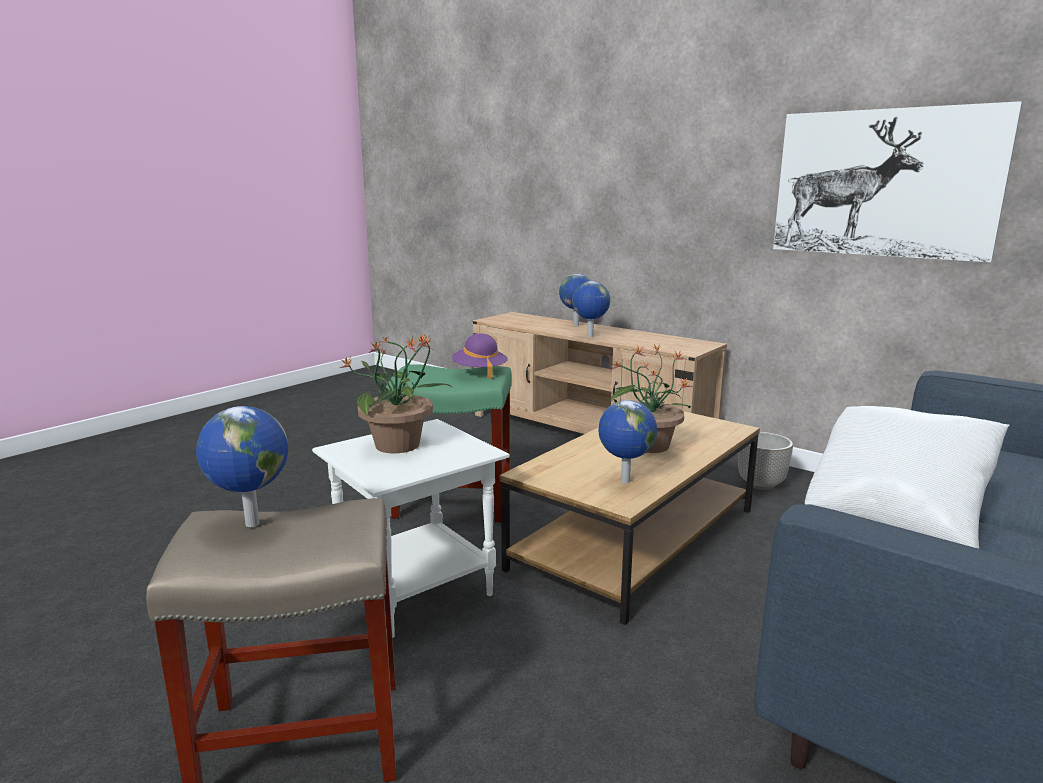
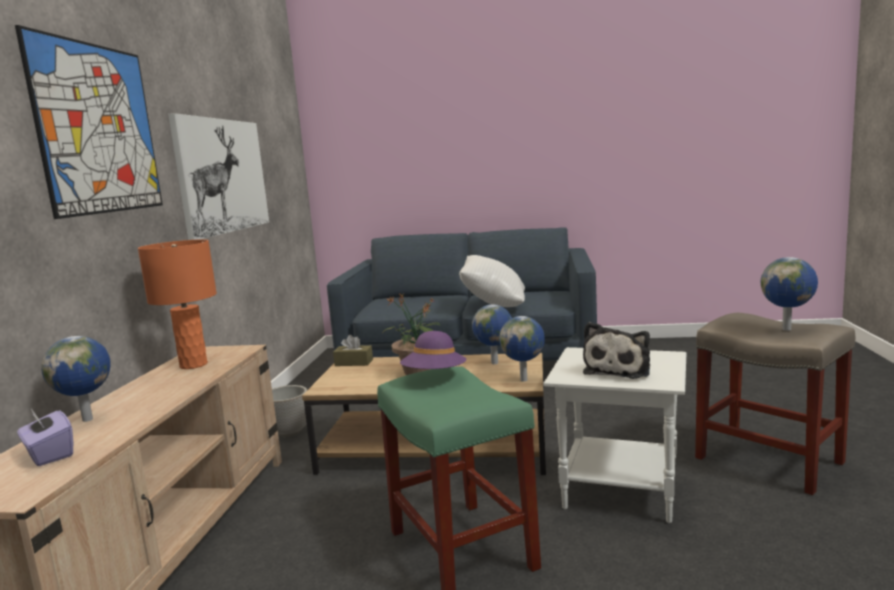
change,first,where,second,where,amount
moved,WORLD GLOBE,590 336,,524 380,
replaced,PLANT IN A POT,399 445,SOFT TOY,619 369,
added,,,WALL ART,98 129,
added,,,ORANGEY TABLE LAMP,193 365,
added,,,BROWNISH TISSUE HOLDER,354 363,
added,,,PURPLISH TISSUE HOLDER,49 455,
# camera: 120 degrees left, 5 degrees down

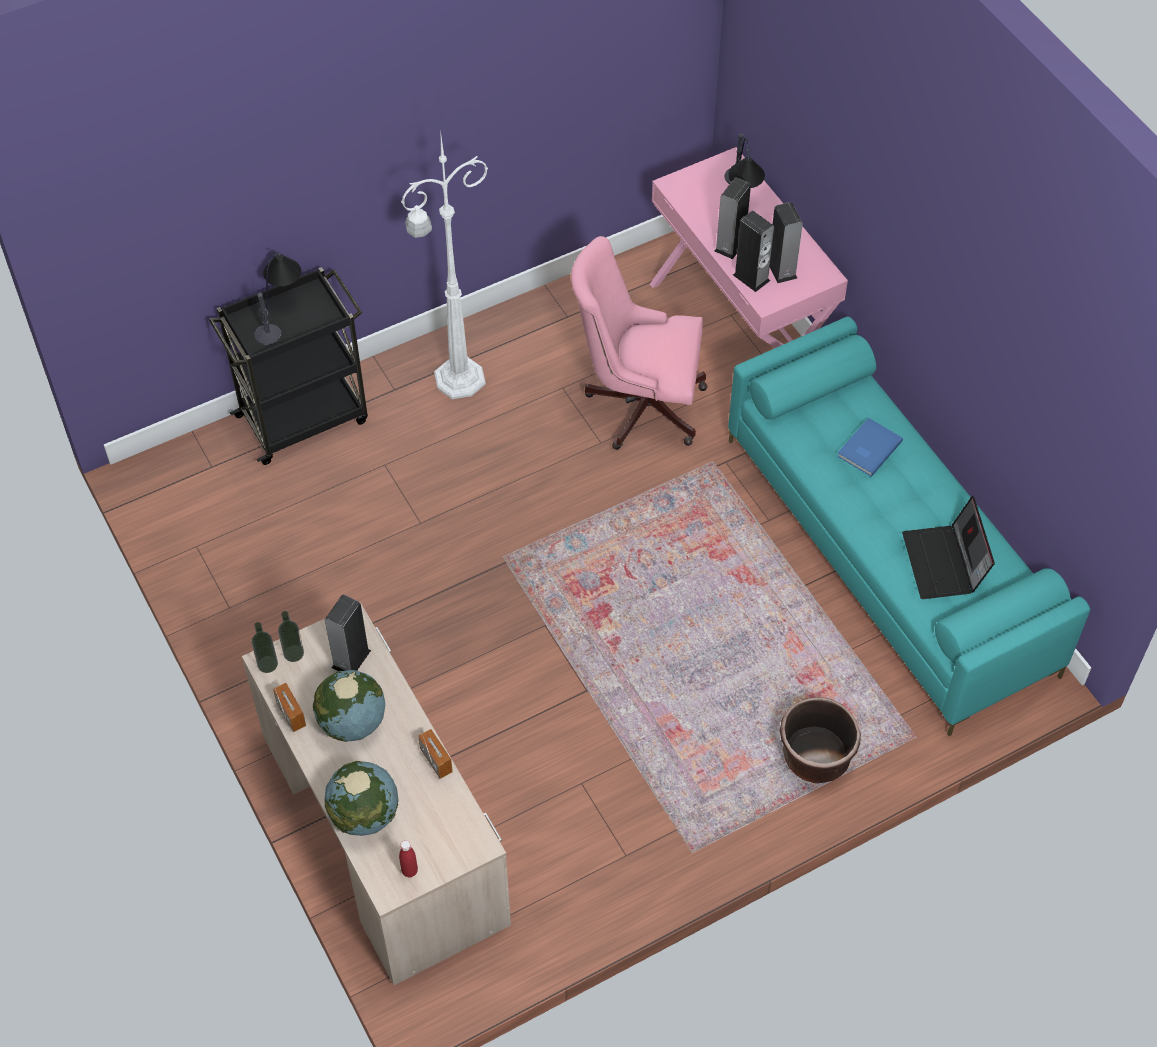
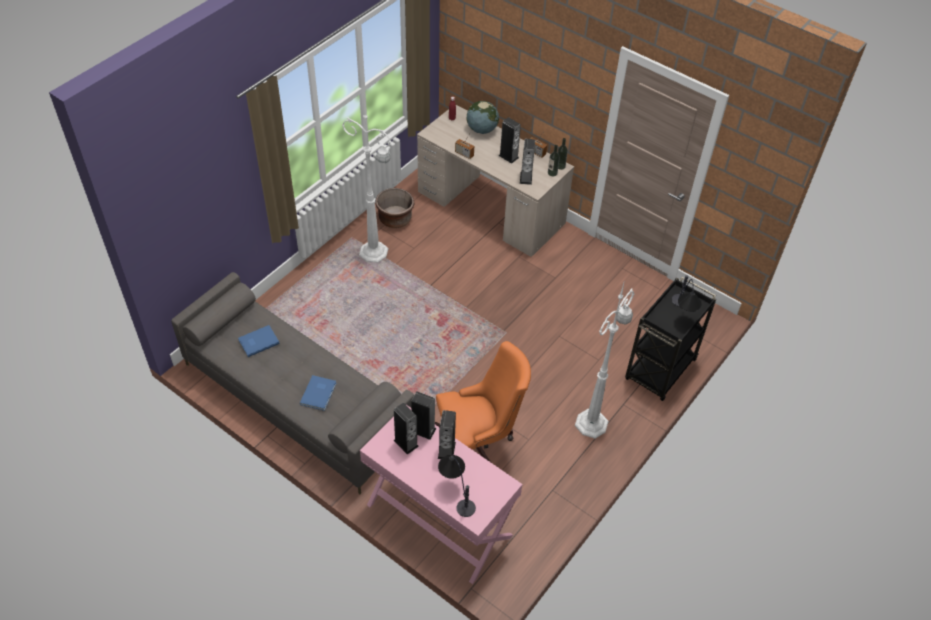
change,first,where,second,where,amount
recoloured,PINKISH DESK CHAIR,638 404,ORANGEY DESK CHAIR,478 444,
recoloured,TURQUOISE SOFA,890 555,GRAY SOFA,296 401,
replaced,PORTABLE COMPUTER,944 564,BLUE BOUND BOOK,258 341,
replaced,WORLD GLOBE,352 723,LOUDSPEAKER,508 156,
moved,BROWNISH PLANTER,815 756,,395 219,
added,,,WHITE FLOOR LAMP,375 253,
# camera: 155 degrees right, 5 degrees down

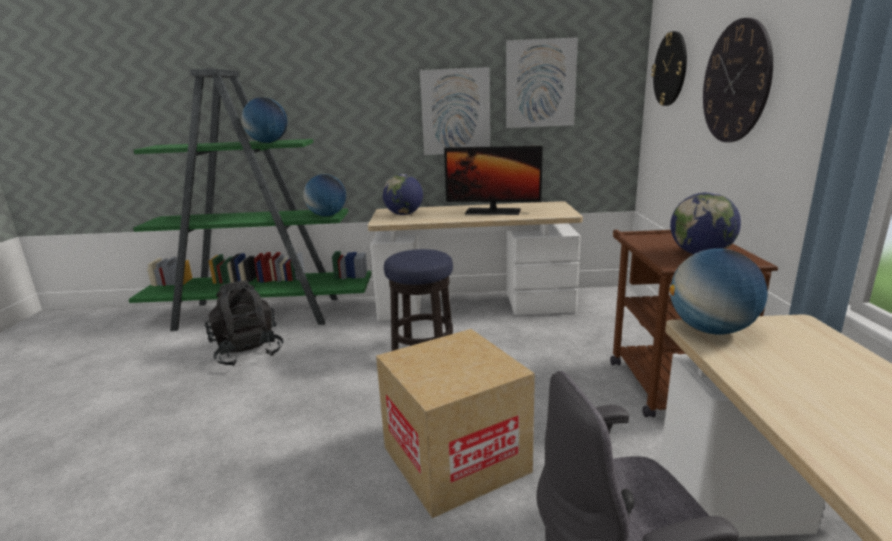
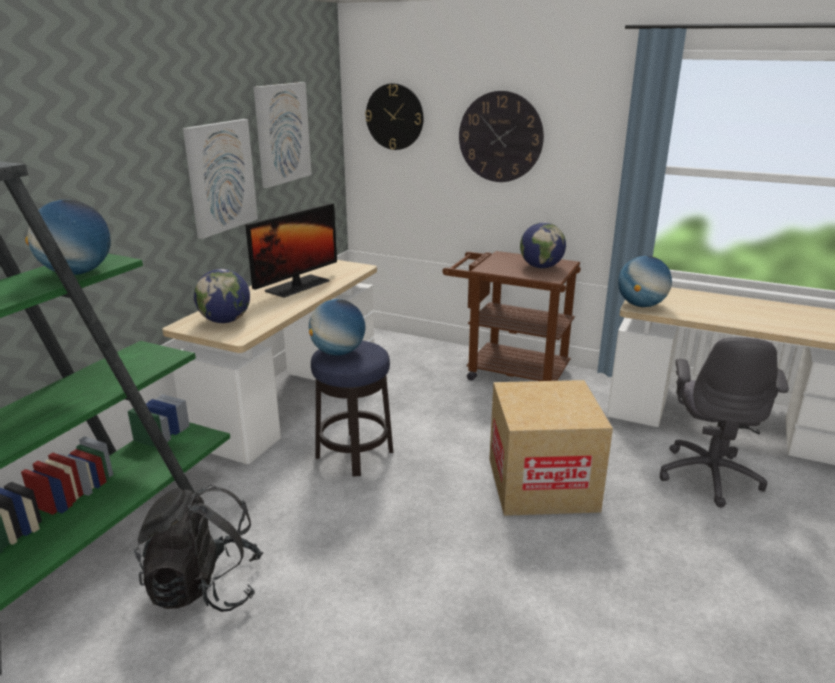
change,first,where,second,where,amount
moved,WORLD GLOBE,327 215,,338 352,
# camera: 65 degrees left, 5 degrees up

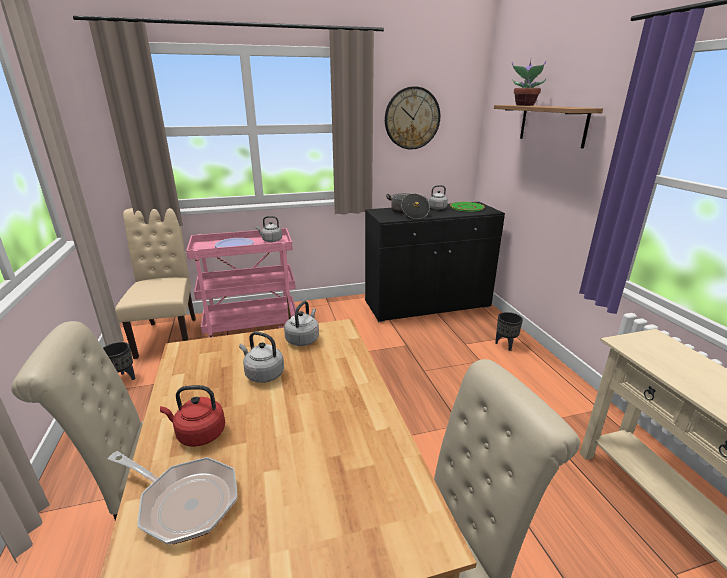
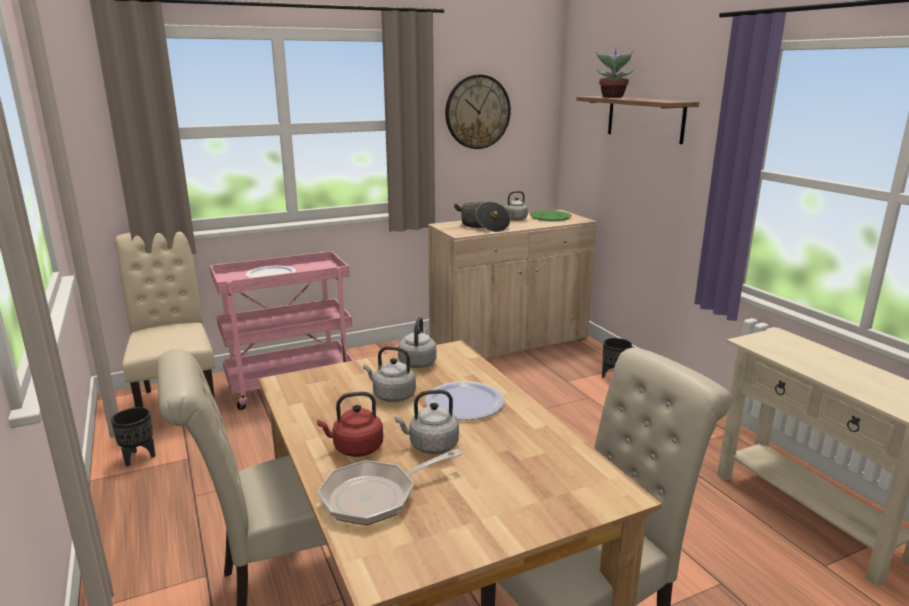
change,first,where,second,where,amount
recoloured,BLACK-COLOURED STORAGE CABINET,427 305,BEIGE-COLOURED STORAGE CABINET,509 342,
moved,GRAY WATER KETTLE,271 240,,431 446,
turned,SKILLET,184 501,,376 496,135 degrees clockwise
added,,,DINNER PLATE,464 402,
# camera: 10 degrees left, 5 degrees down

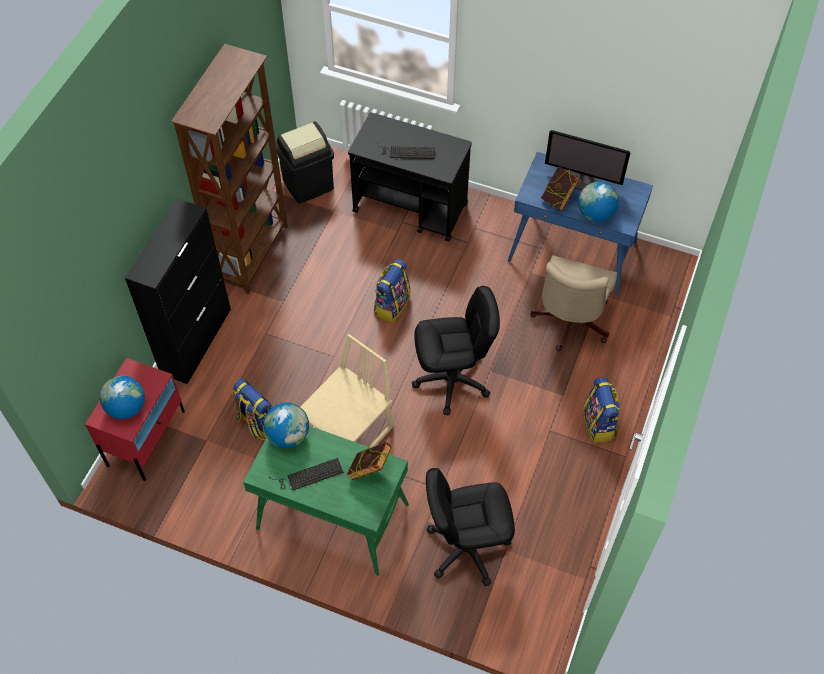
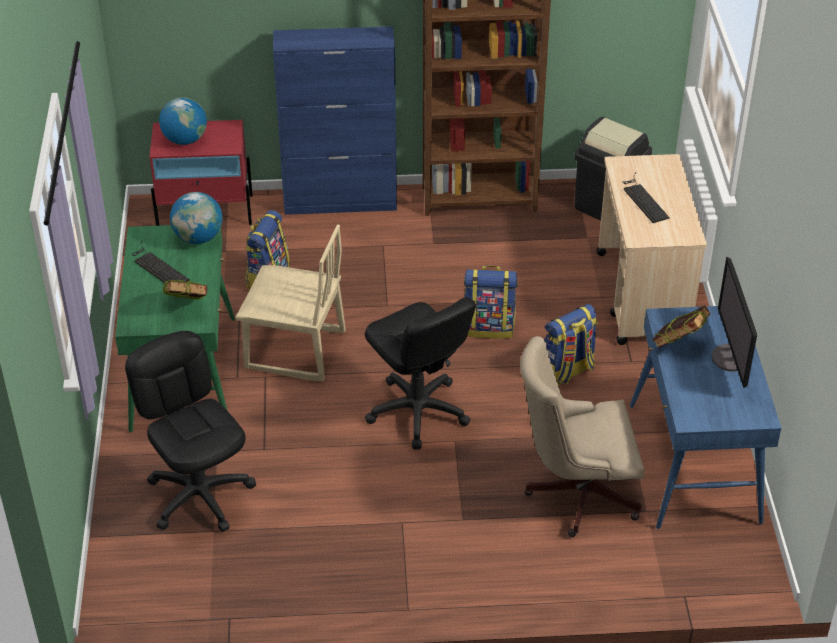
change,first,where,second,where,amount
recoloured,BLACK-COLOURED TROLLEY,411 208,BEIGE-COLOURED TROLLEY,643 297,
removed,WORLD GLOBE,595 214,,,
recoloured,BLACK-COLOURED STORAGE CABINET,196 340,BLUE STORAGE CABINET,341 201,
moved,KNAPSACK,599 424,,567 371,
# camera: 65 degrees right, 15 degrees down

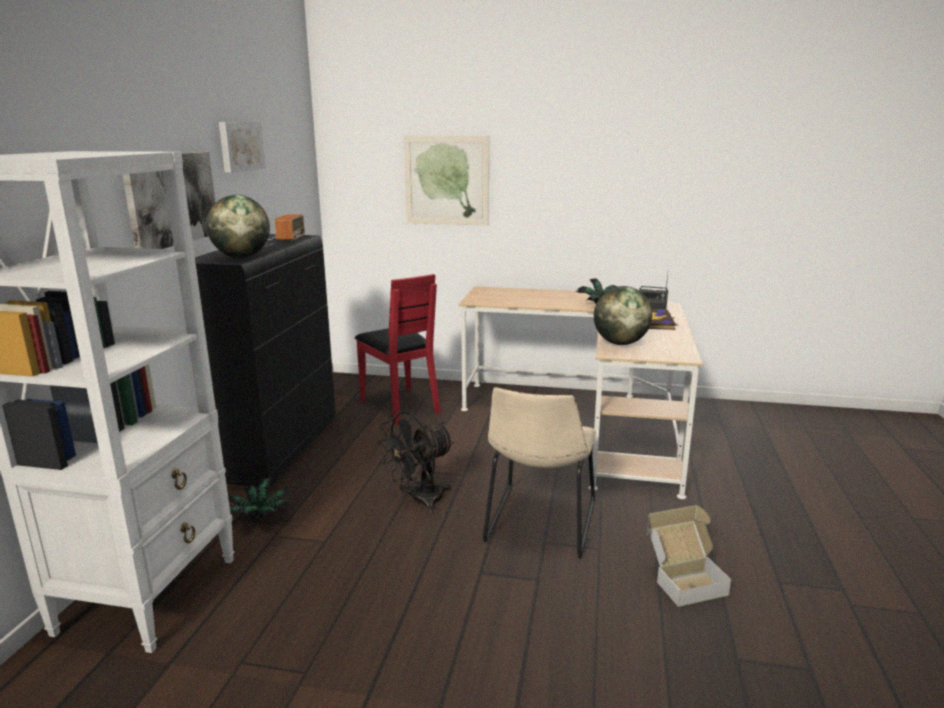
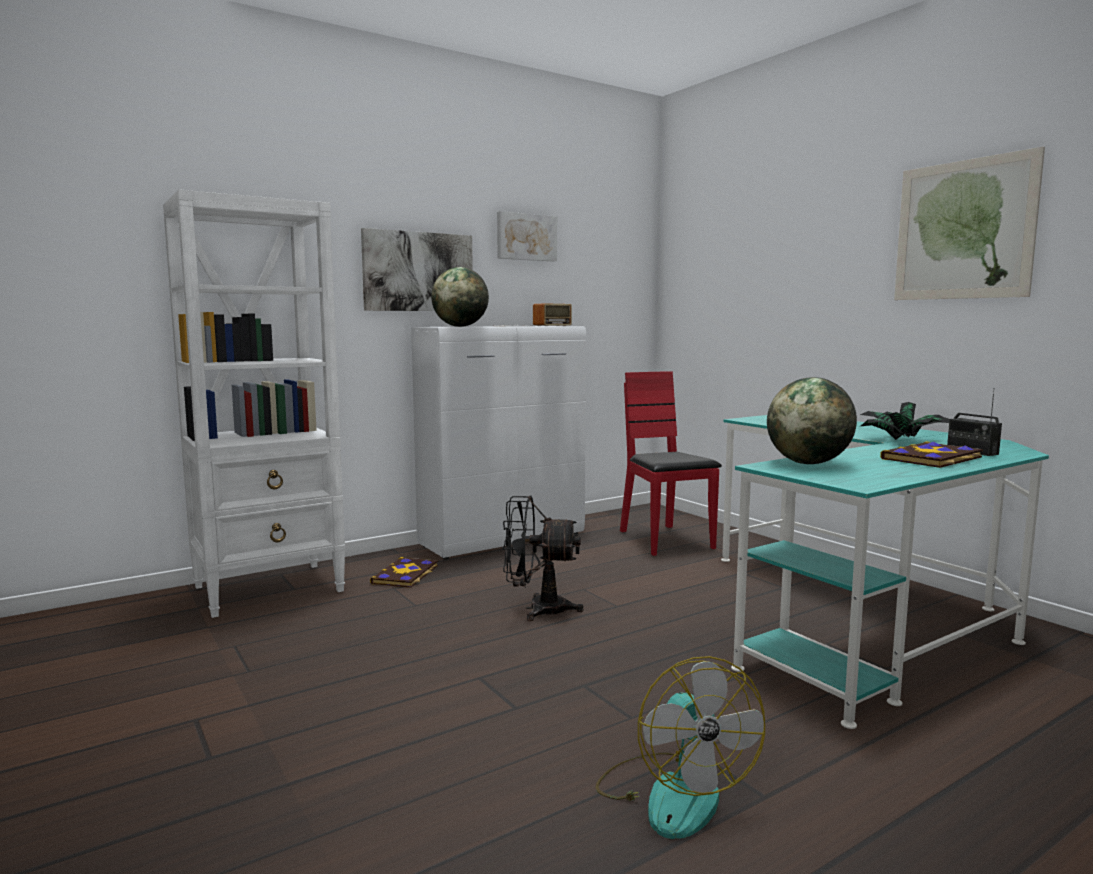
change,first,where,second,where,amount
moved,WALL ART,446 180,,963 230,
recoloured,BLACK-COLOURED STORAGE CABINET,280 449,WHITE STORAGE CABINET,504 540,
turned,RED PLAIN CHAIR,400 406,,664 540,150 degrees clockwise
recoloured,BEIGE-COLOURED DESK,587 423,TURQUOISE DESK,860 614,
removed,BEIGE-COLOURED PLAIN CHAIR,539 524,,,
replaced,PLANT IN A POT,260 518,BOUND BOOK,406 575,
replaced,PACKING BOX,683 579,ELECTRIC FAN,673 792,
# camera: 45 degrees right, 10 degrees down

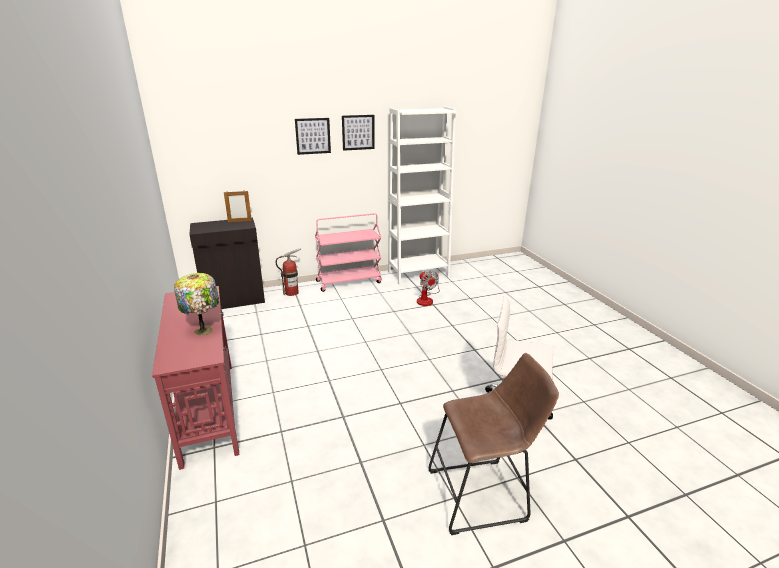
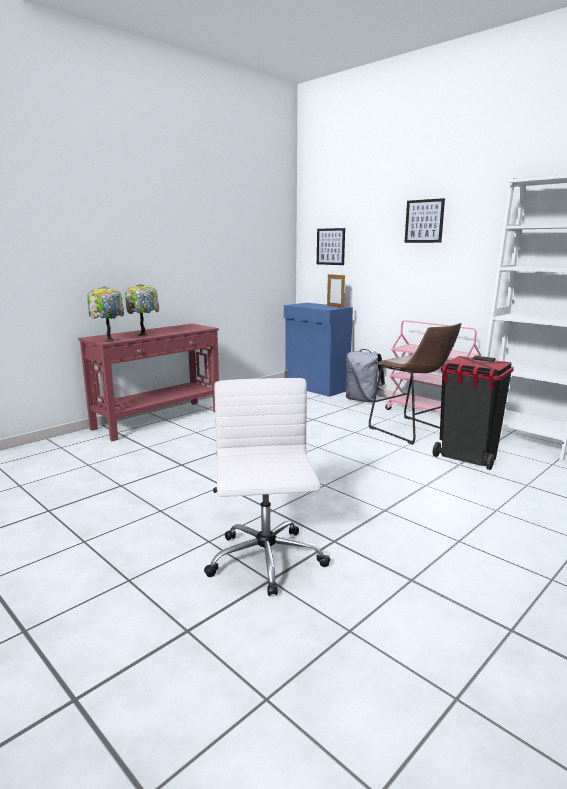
change,first,where,second,where,amount
moved,WALL ART,358 132,,330 246,
recoloured,BLACK-COLOURED STORAGE CABINET,234 300,BLUE STORAGE CABINET,316 388,
replaced,FIRE EXTINGUISHER,291 292,GRAY KNAPSACK,362 400,
replaced,ELECTRIC FAN,427 299,BLACK-COLOURED WASTE BIN,467 458,
moved,BROWNISH STOOL SEAT,482 495,,412 431,
added,,,TABLE LAMP,109 340,
# camera: 65 degrees right, 10 degrees down

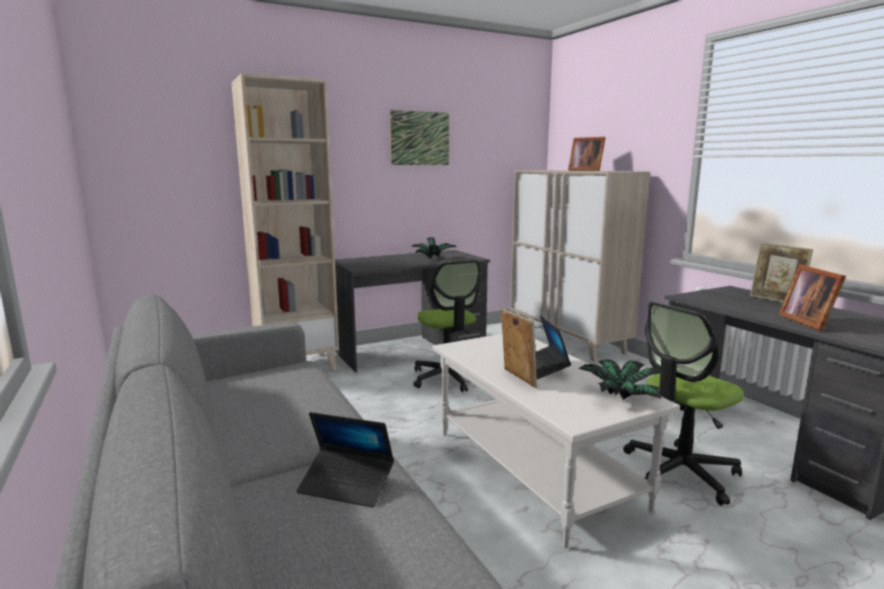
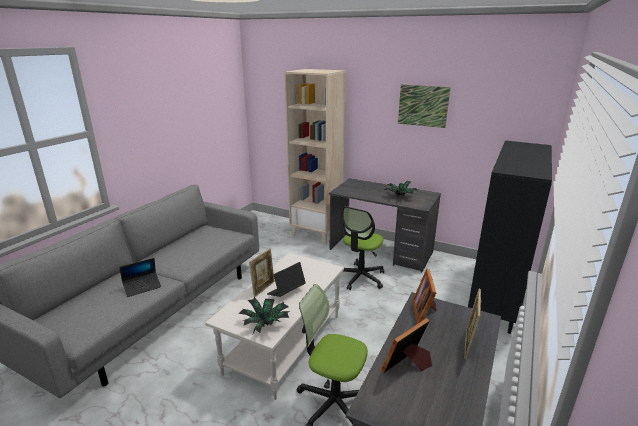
change,first,where,second,where,amount
moved,STANDING FRAME,585 170,,424 313,
recoloured,BEIGE-COLOURED STORAGE CABINET,566 339,BLACK-COLOURED STORAGE CABINET,496 297,
turned,PORTABLE COMPUTER,347 485,,142 287,105 degrees counterclockwise
# camera: 55 degrees right, 10 degrees up

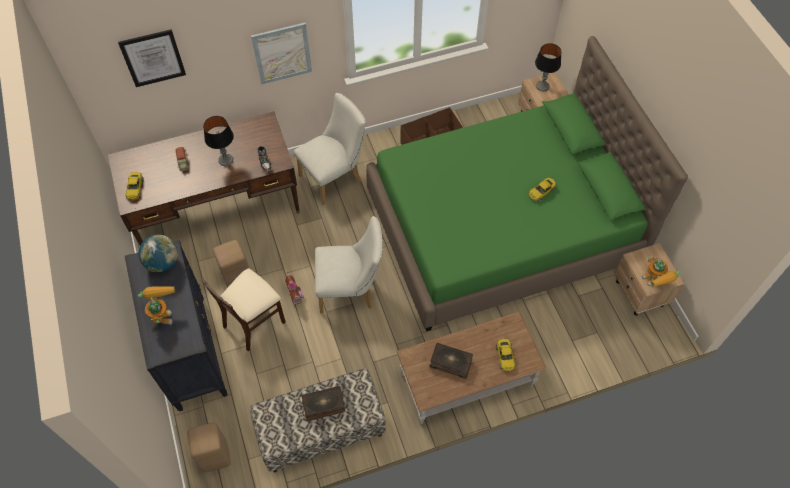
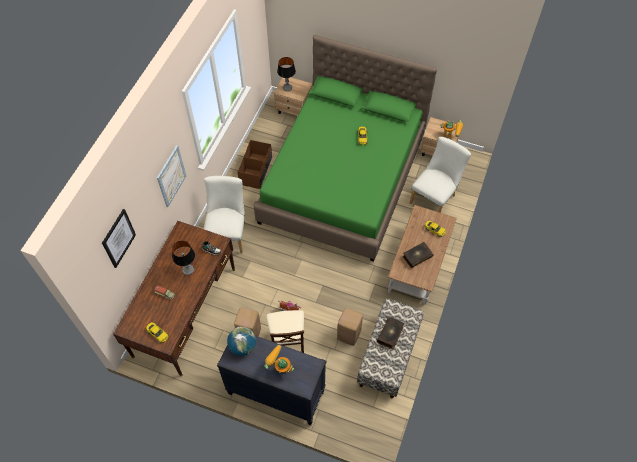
change,first,where,second,where,amount
moved,WHITE PLAIN CHAIR,351 290,,434 197,
moved,BEIGE-COLOURED STOOL SEAT,214 456,,348 335,
# camera: 50 degrees left, 0 degrees up

